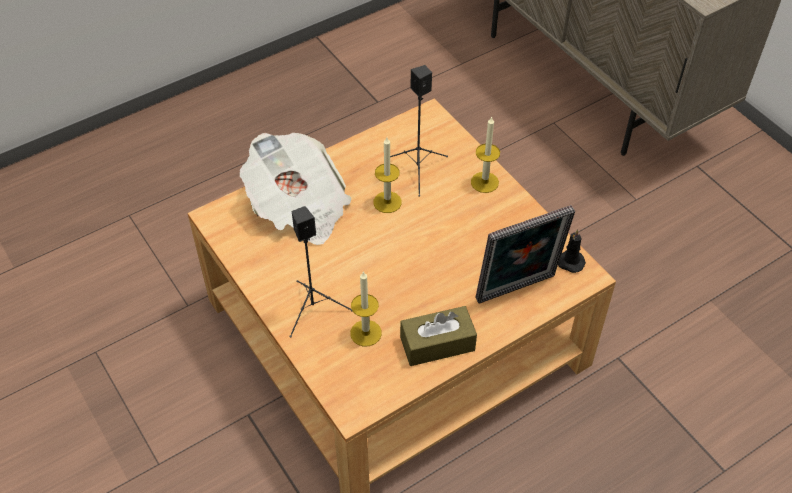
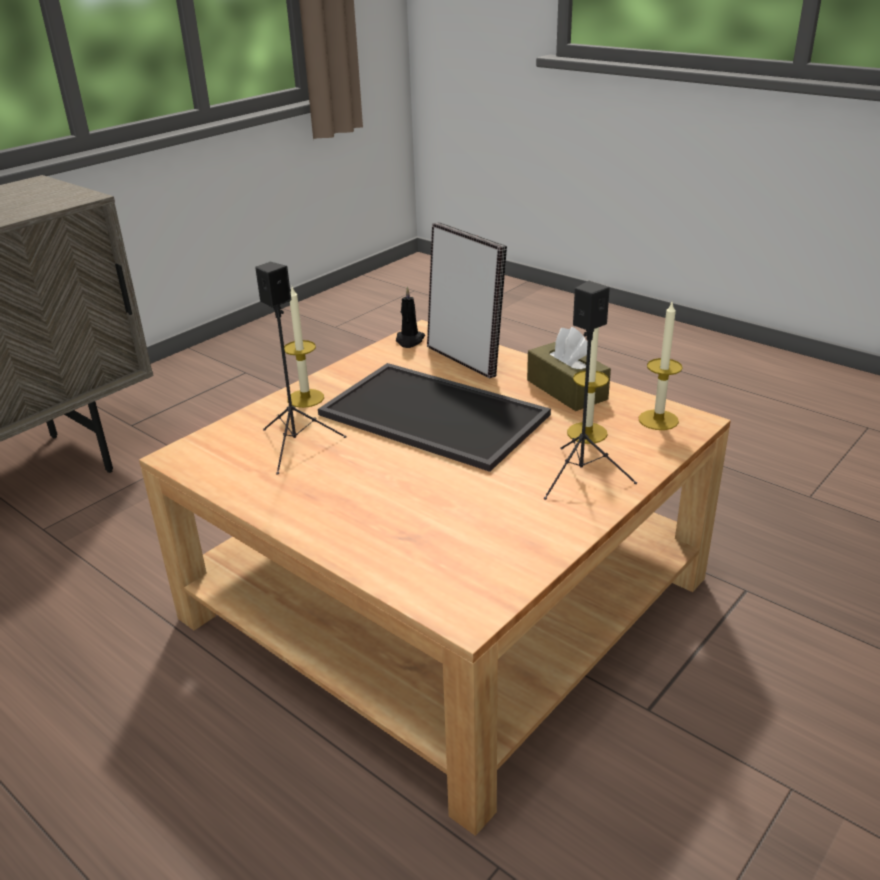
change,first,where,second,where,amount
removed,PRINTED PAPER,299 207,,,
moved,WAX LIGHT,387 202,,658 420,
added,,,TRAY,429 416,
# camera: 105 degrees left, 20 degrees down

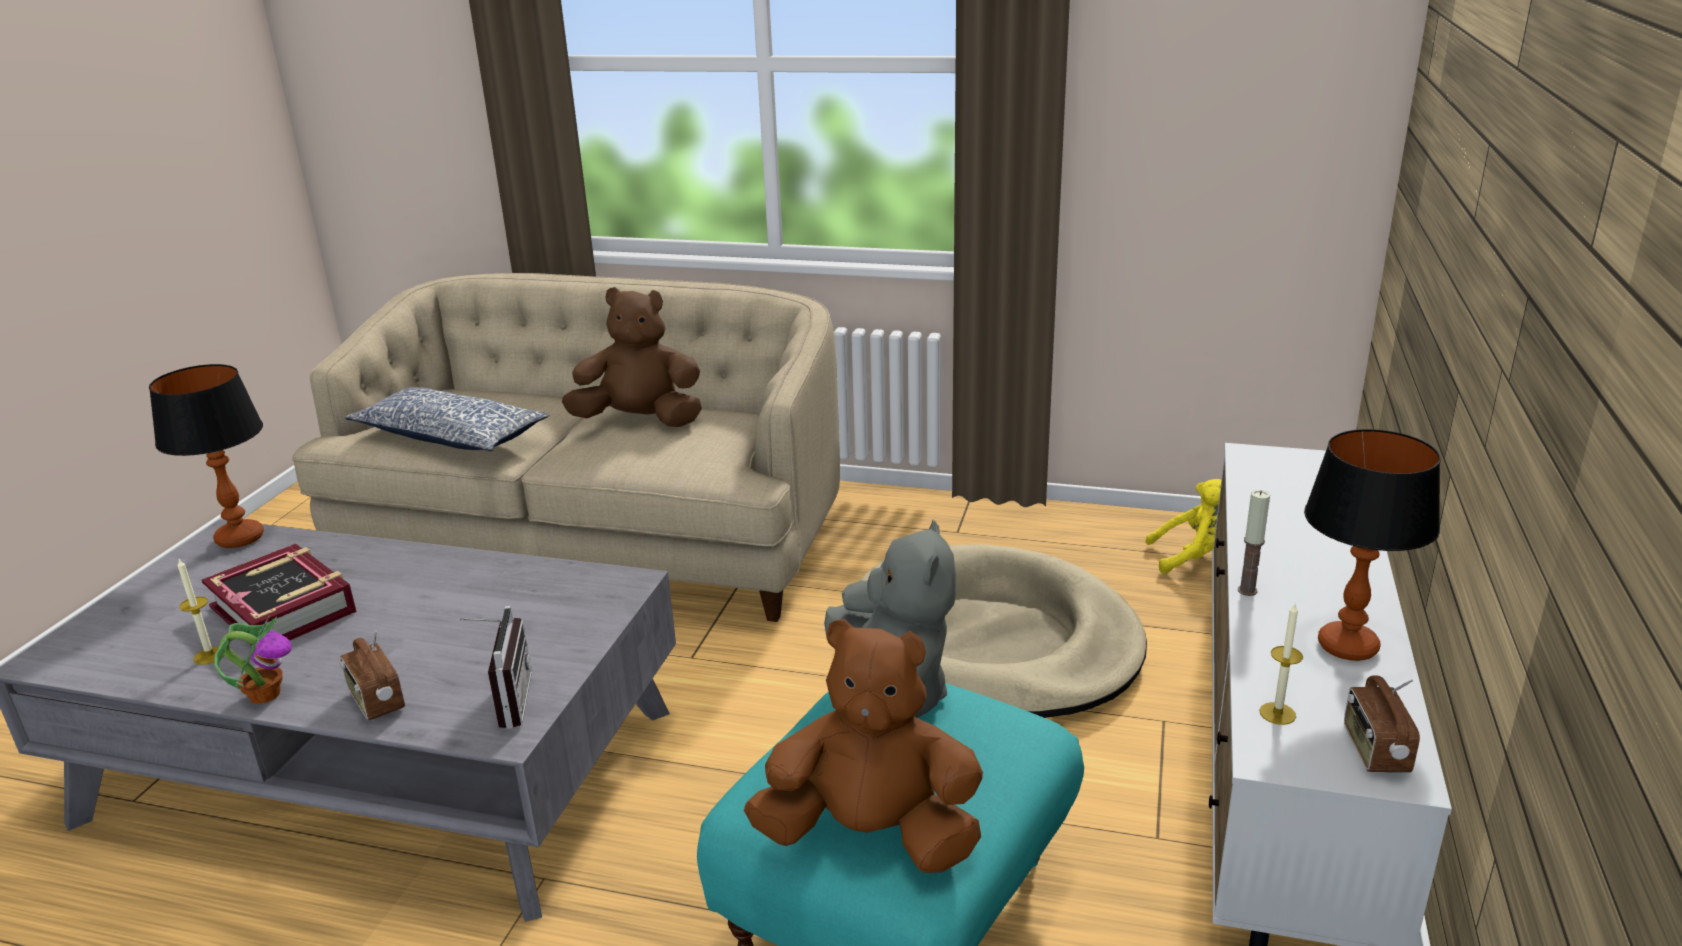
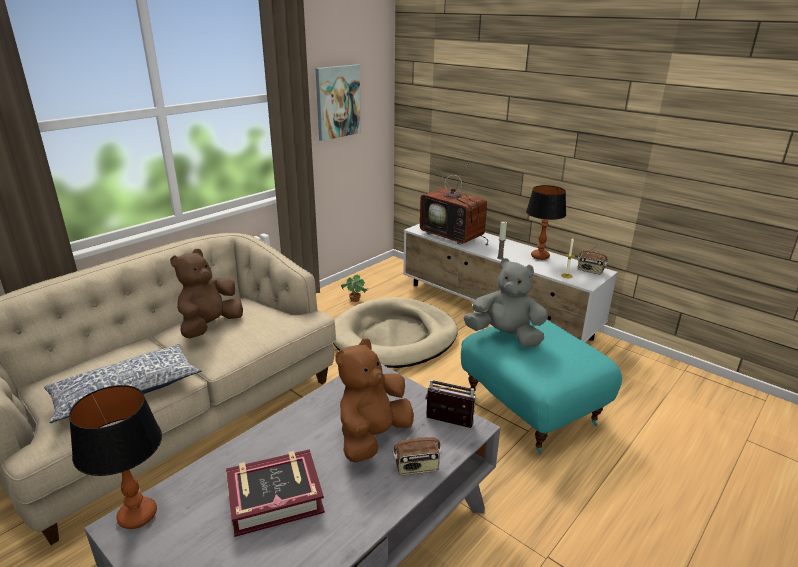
change,first,where,second,where,amount
removed,YELLOWISH SOFT TOY,1192 557,,,
removed,WAX LIGHT,210 655,,,
moved,PLANT IN A POT,264 694,,354 300,
moved,BROWNISH SOFT TOY,872 836,,373 437,
added,,,WALL ART,337 102,
added,,,TV SET,454 236,
# camera: 65 degrees left, 0 degrees up

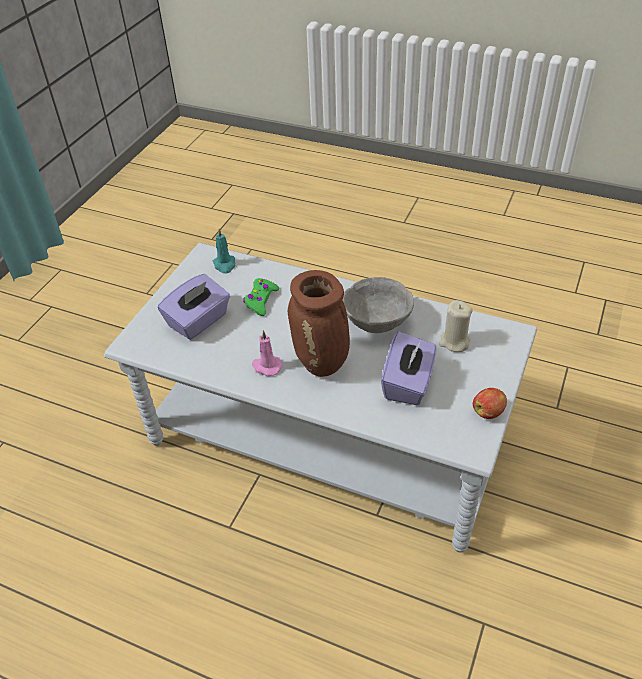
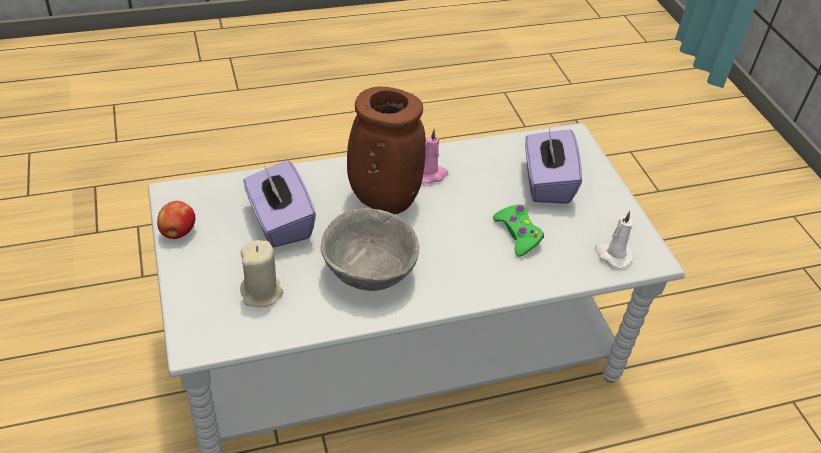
change,first,where,second,where,amount
recoloured,TURQUOISE WAX LIGHT,225 265,WHITE WAX LIGHT,612 255,
# camera: 135 degrees right, 0 degrees up

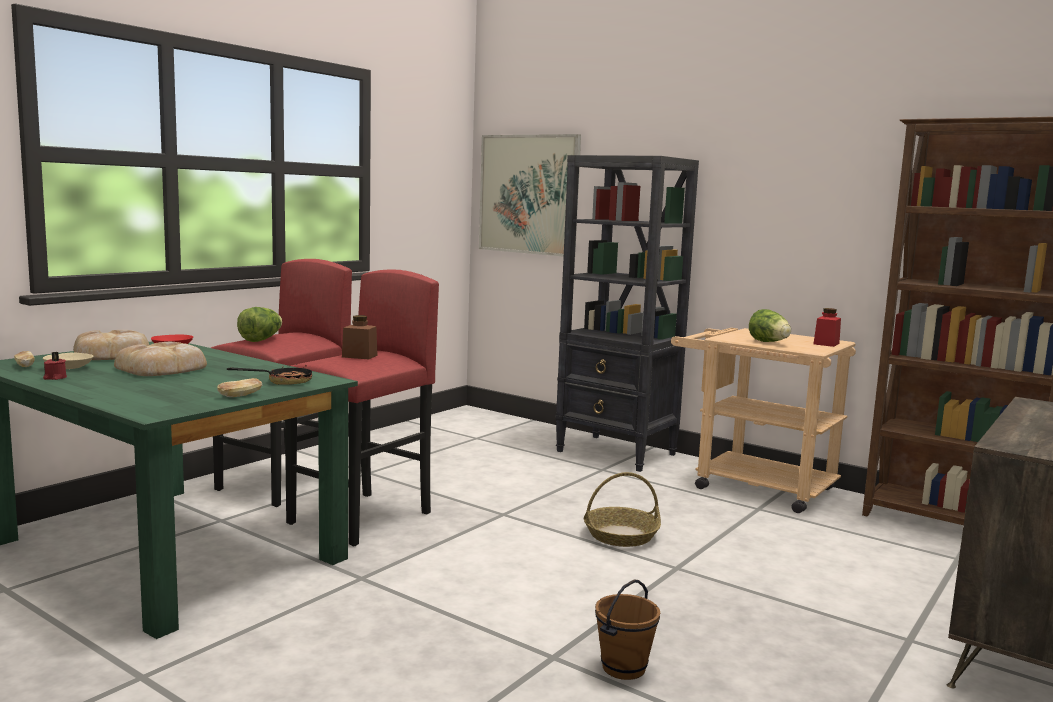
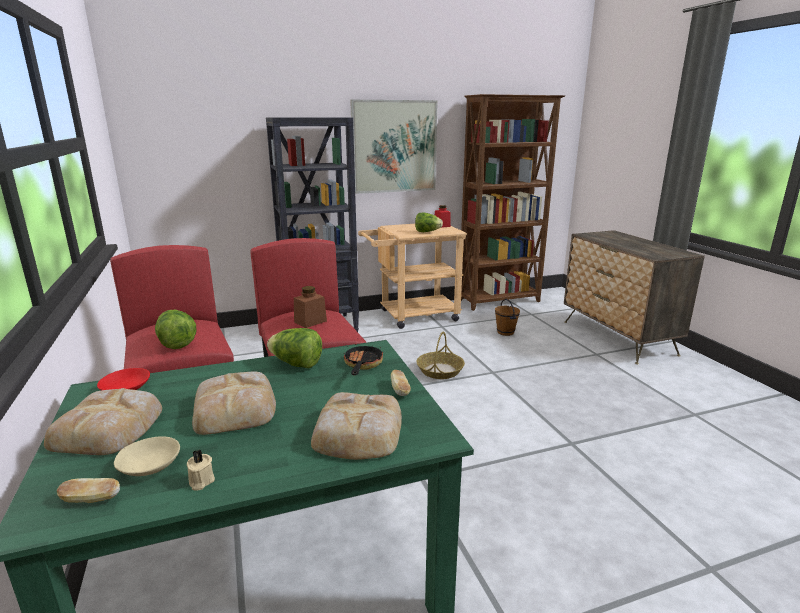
change,first,where,second,where,amount
moved,WALL ART,529 194,,394 147,
recoloured,RED WAX LIGHT,55 378,BEIGE-COLOURED WAX LIGHT,200 481,
moved,BROWNISH BUCKET,624 668,,505 332,
added,,,HEAD OF LETTUCE,296 364,
added,,,BAKERY BREAD,357 433,
# camera: 55 degrees left, 10 degrees up

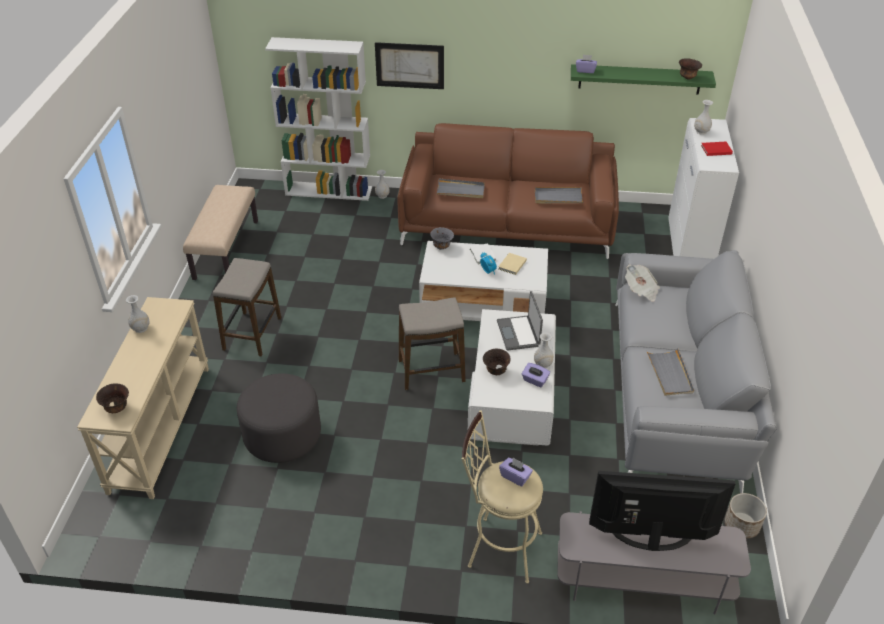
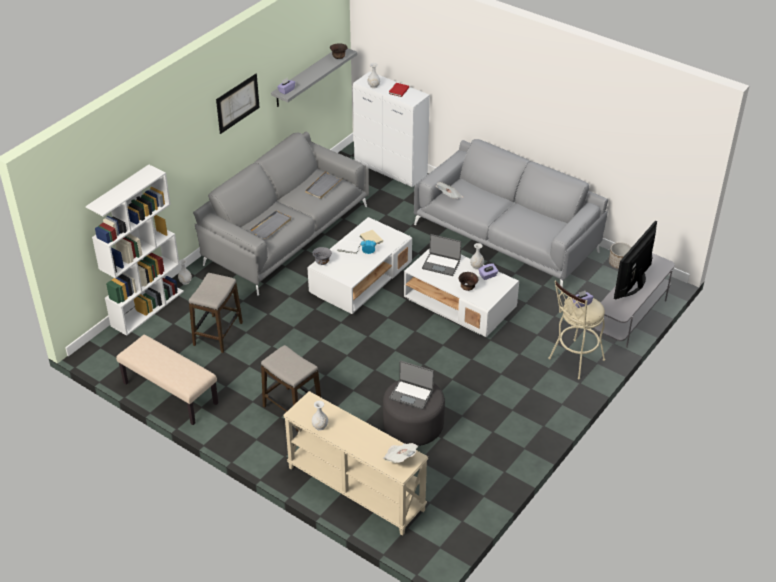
change,first,where,second,where,amount
moved,WALL ART,409 65,,237 103,
recoloured,GREEN BRACKET SHELF,639 79,GRAY BRACKET SHELF,307 77,
recoloured,BROWNISH SOFA,507 224,GRAY SOFA,285 234,
moved,STOOL SEAT,431 371,,218 334,
removed,GRAY TRAY,670 374,,,
replaced,BROWNISH BOWL,117 408,PRINTED PAPER,400 458,
added,,,PORTABLE COMPUTER,411 394,
# camera: 60 degrees left, 0 degrees up

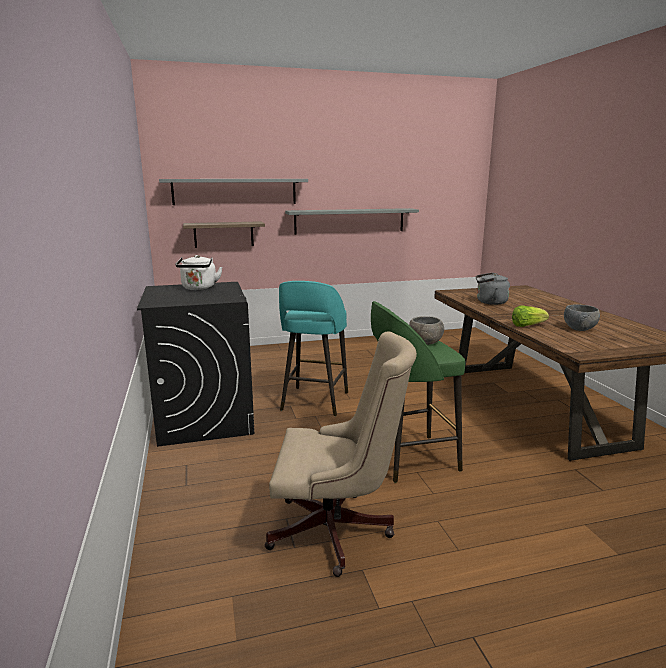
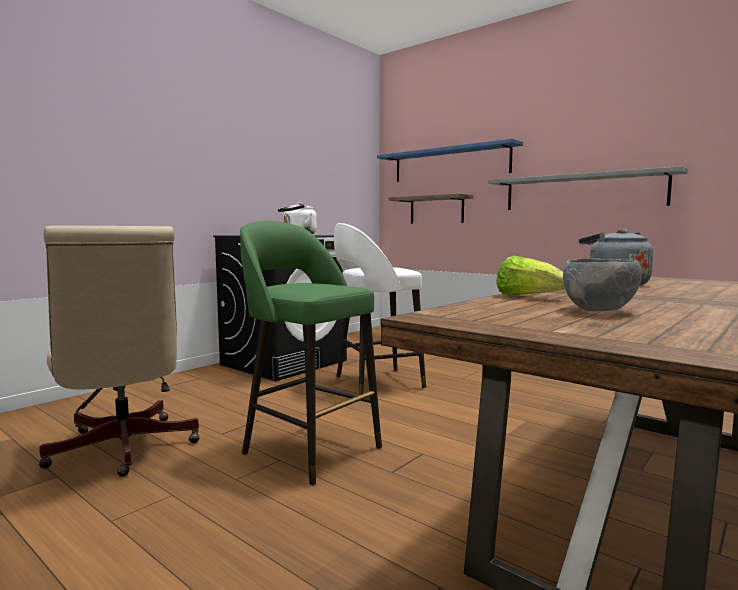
change,first,where,second,where,amount
recoloured,GRAY BRACKET SHELF,235 191,BLUE BRACKET SHELF,450 164,
recoloured,TURQUOISE STOOL SEAT,314 402,WHITE STOOL SEAT,376 382,
removed,GRAY BOWL,426 343,,,
# camera: 55 degrees right, 10 degrees down

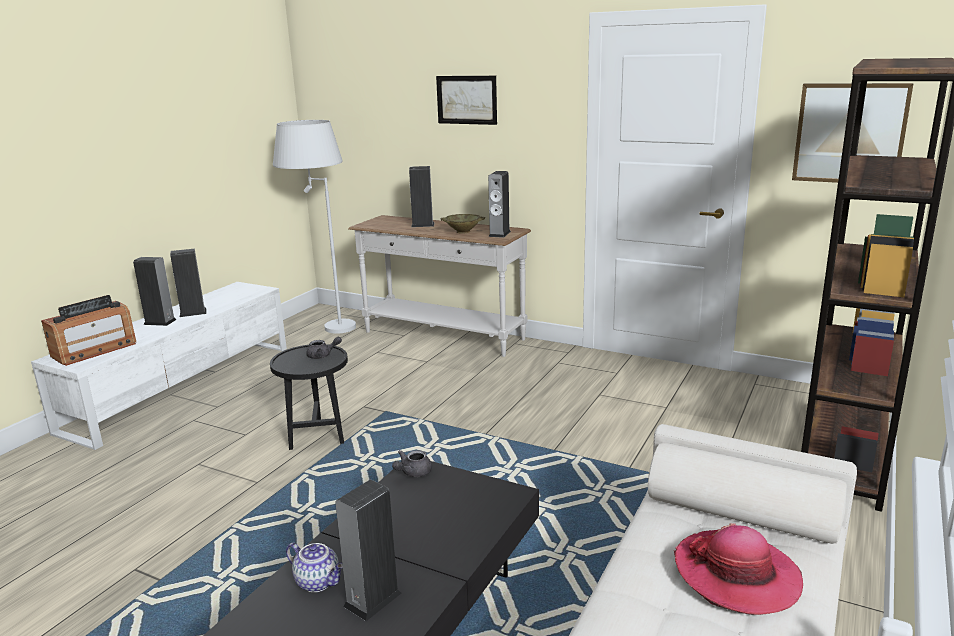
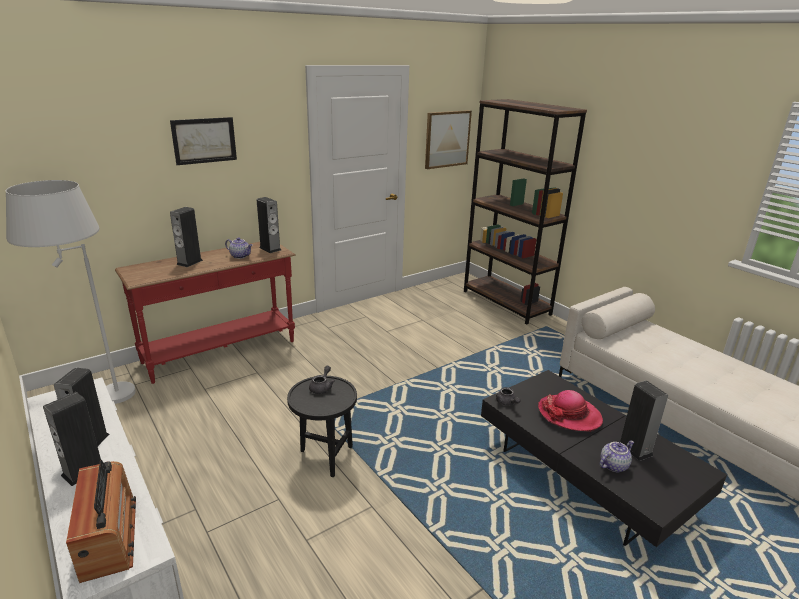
change,first,where,second,where,amount
replaced,BEIGE-COLOURED BOWL,463 231,POT FOR TEA,240 256,
recoloured,WHITE CONSOLE TABLE,443 336,RED CONSOLE TABLE,221 352,
moved,CLOTHING HAT,736 575,,569 415,
# camera: 65 degrees left, 5 degrees up

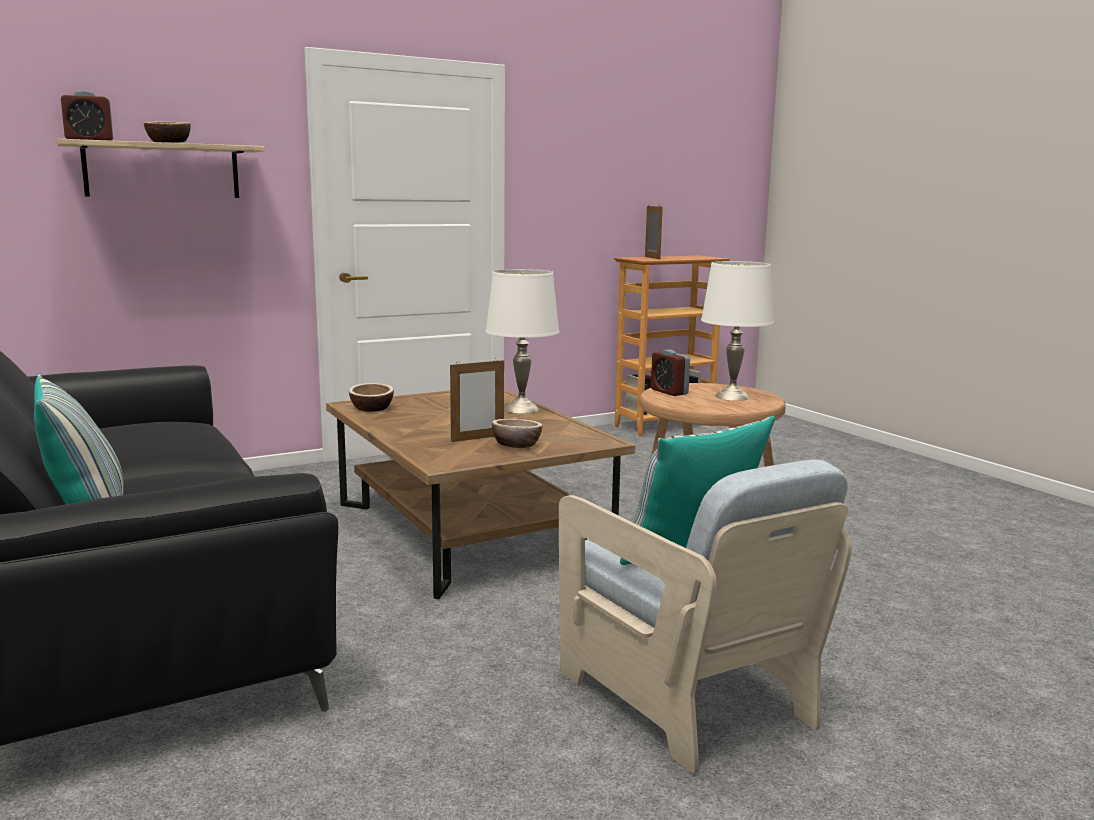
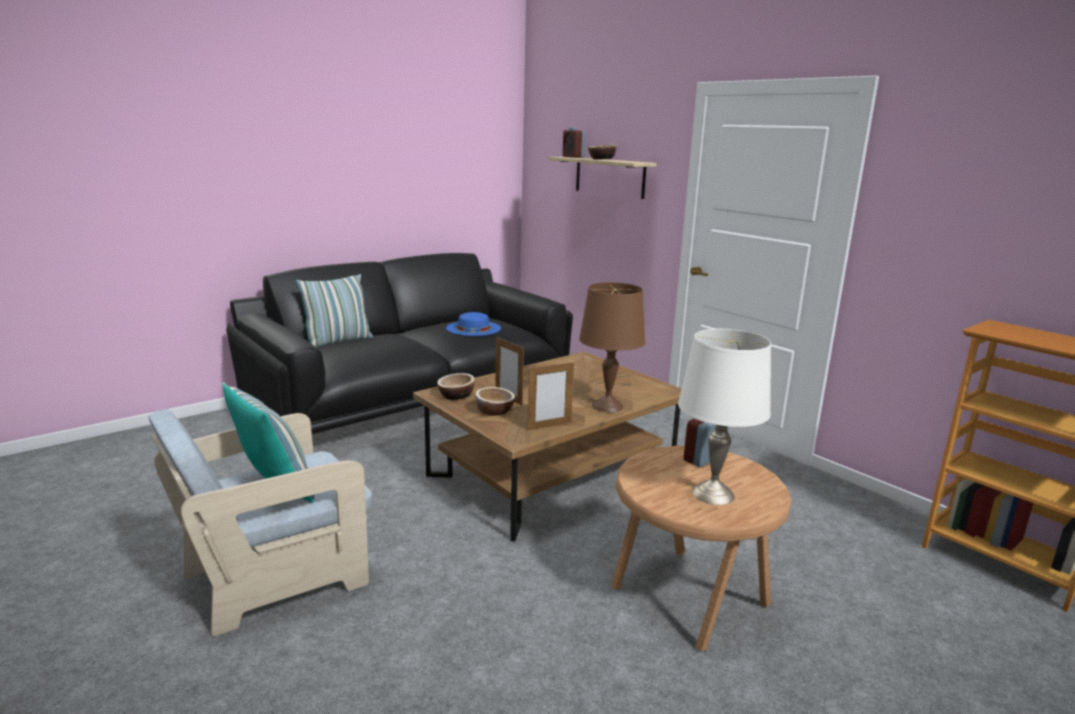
change,first,where,second,where,amount
moved,STANDING FRAME,652 258,,549 426,
recoloured,WHITE TABLE LAMP,522 409,BROWNISH TABLE LAMP,607 406,
moved,BOWL,371 408,,456 396,
added,,,BLUE CLOTHING HAT,473 328,
# camera: 80 degrees right, 5 degrees up

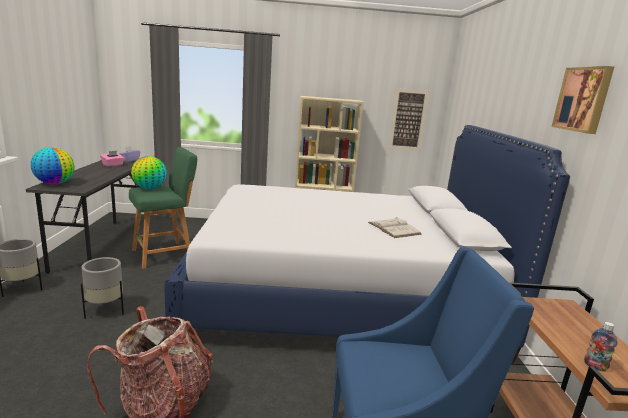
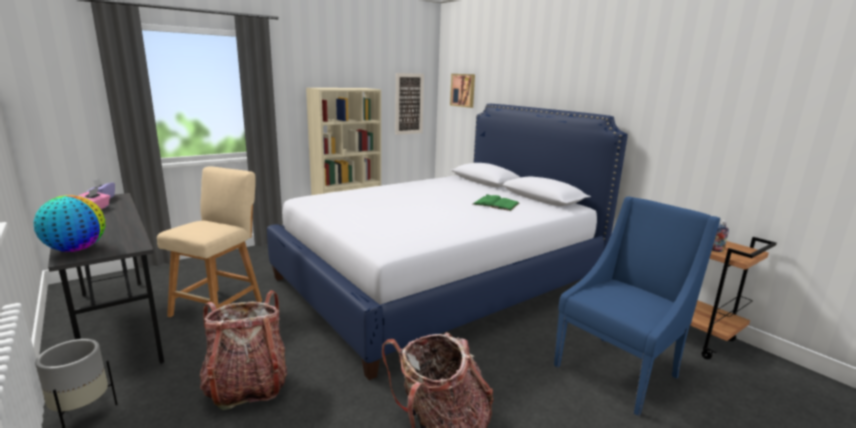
change,first,where,second,where,amount
moved,WALL ART,583 99,,463 90,
recoloured,GREEN STOOL SEAT,165 254,BEIGE-COLOURED STOOL SEAT,220 306,
removed,WORLD GLOBE,150 188,,,
recoloured,WHITE BOUND BOOK,394 228,GREEN BOUND BOOK,495 204,
replaced,GRAY PLANTER,105 311,KNAPSACK,247 386,
# camera: 35 degrees left, 0 degrees up

